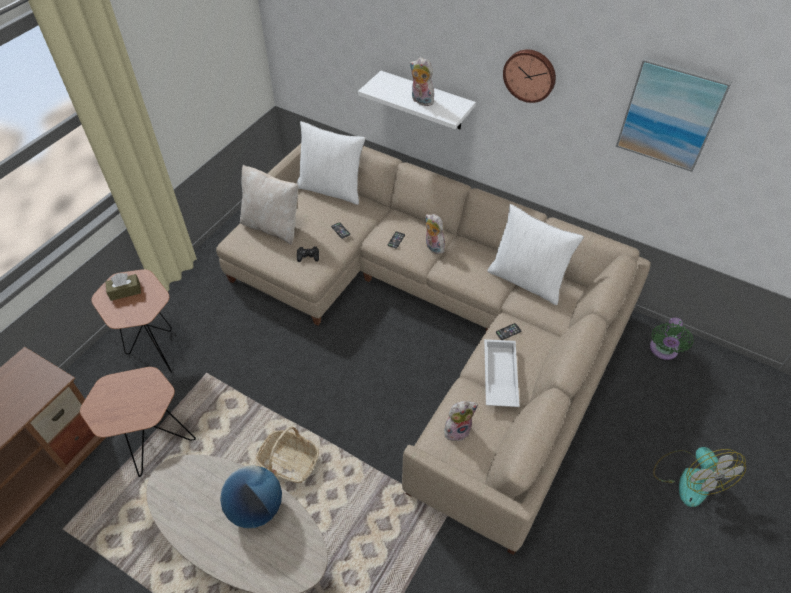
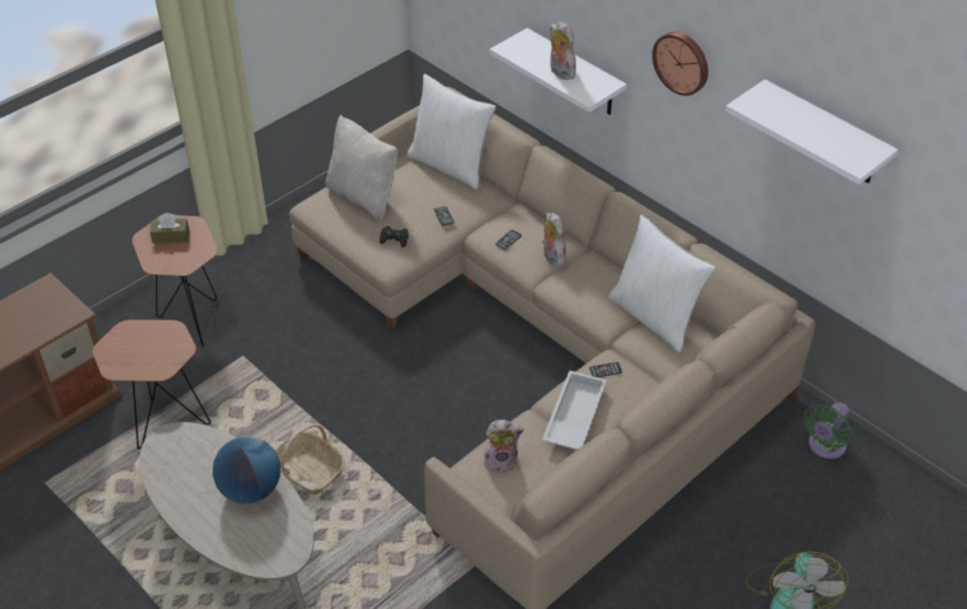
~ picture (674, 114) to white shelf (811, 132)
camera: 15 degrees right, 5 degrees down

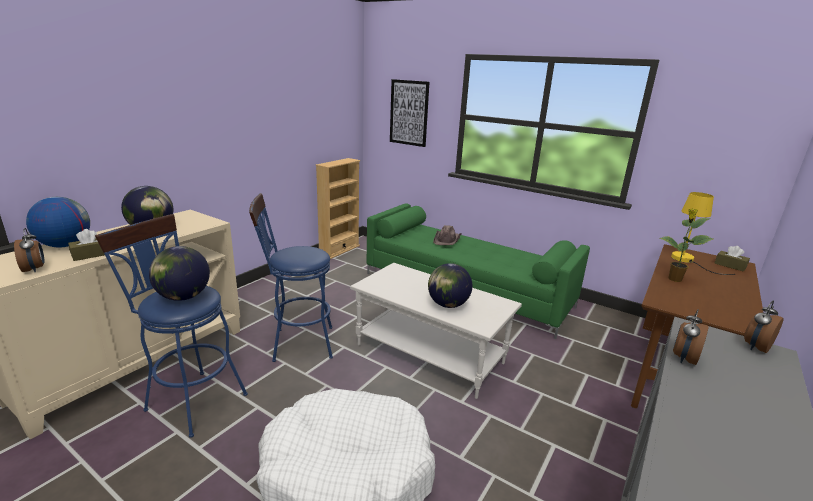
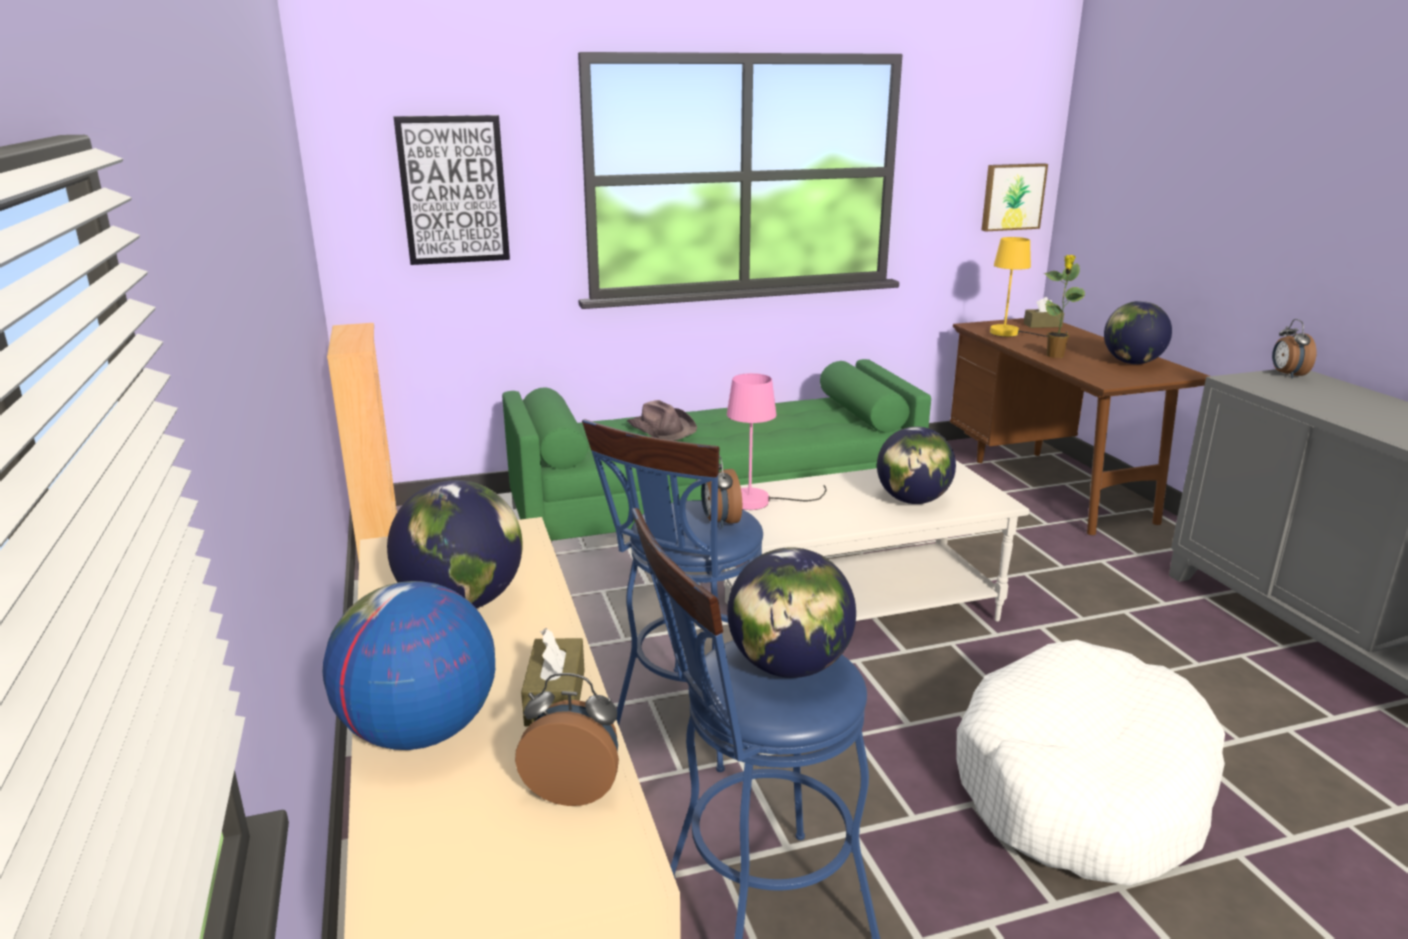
~ alarm clock (691, 337) to (721, 492)
+ pink table lamp (777, 441)
+ picture (1015, 197)
+ globe (1138, 332)
camera: 50 degrees left, 0 degrees up

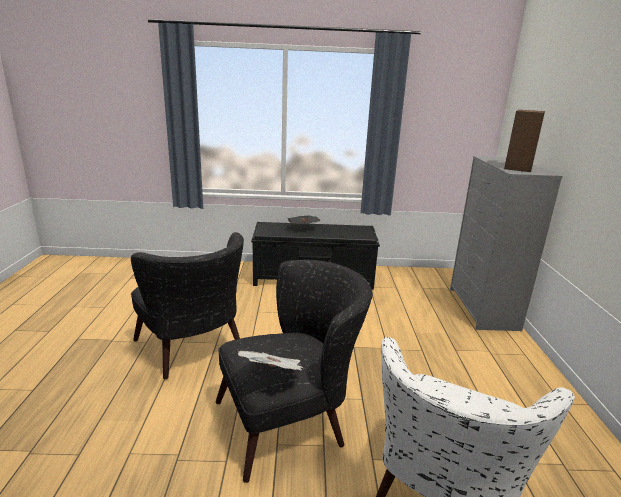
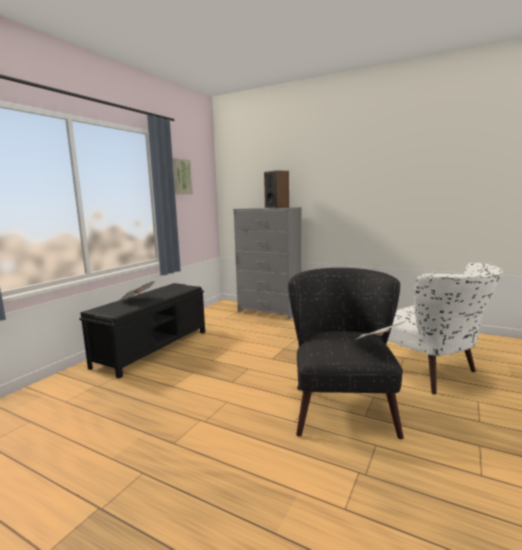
+ picture (183, 176)
- black armchair (187, 305)
camera: 60 degrees left, 10 degrees down

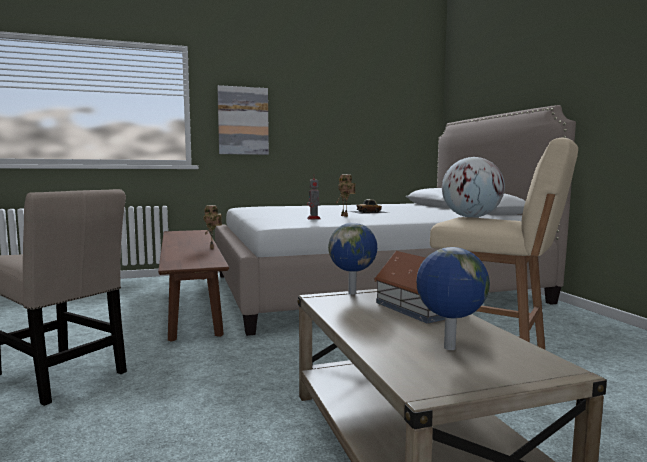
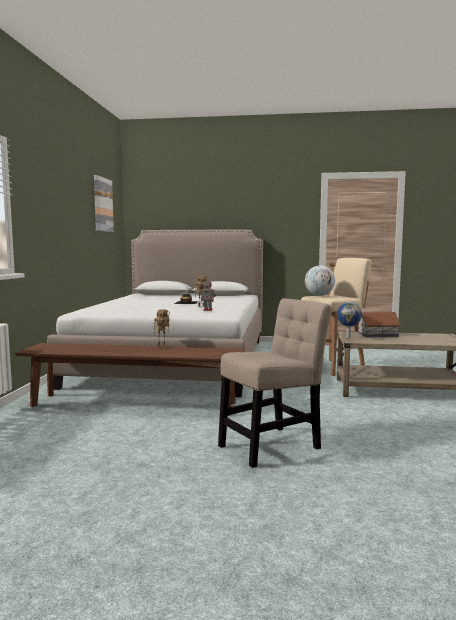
~ picture (243, 120) to (104, 203)
- globe (453, 298)
camera: 65 degrees left, 0 degrees up

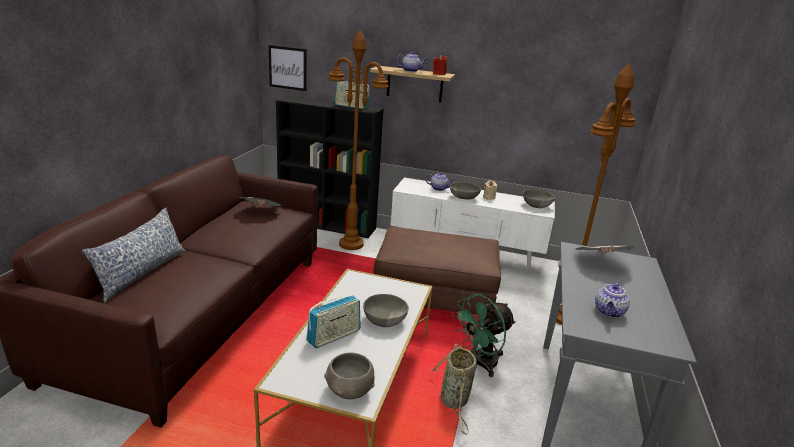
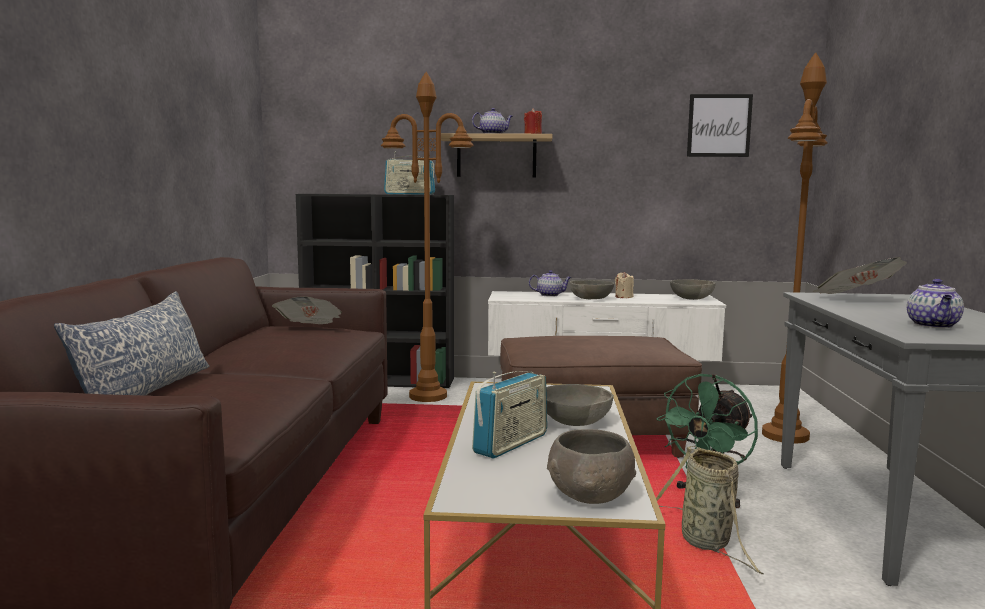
~ picture (288, 68) to (720, 125)
camera: 10 degrees left, 15 degrees down

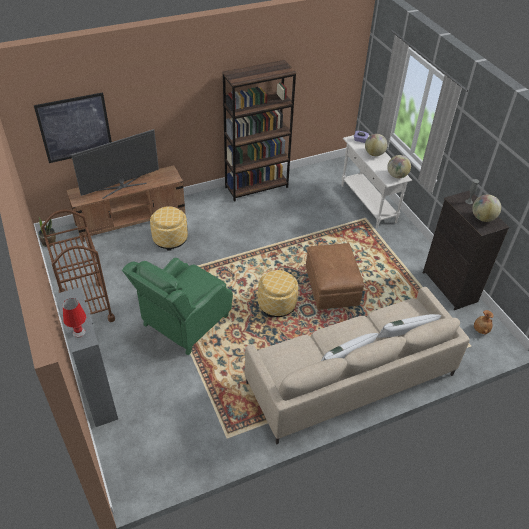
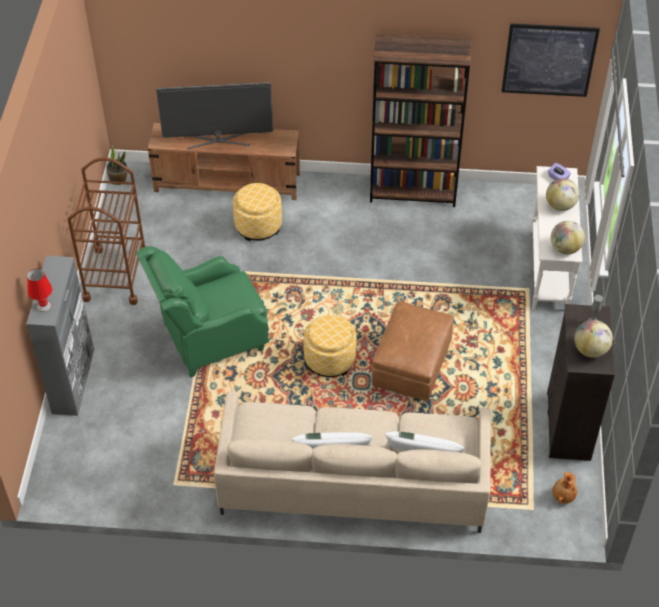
~ picture (73, 127) to (550, 60)
camera: 30 degrees right, 5 degrees up

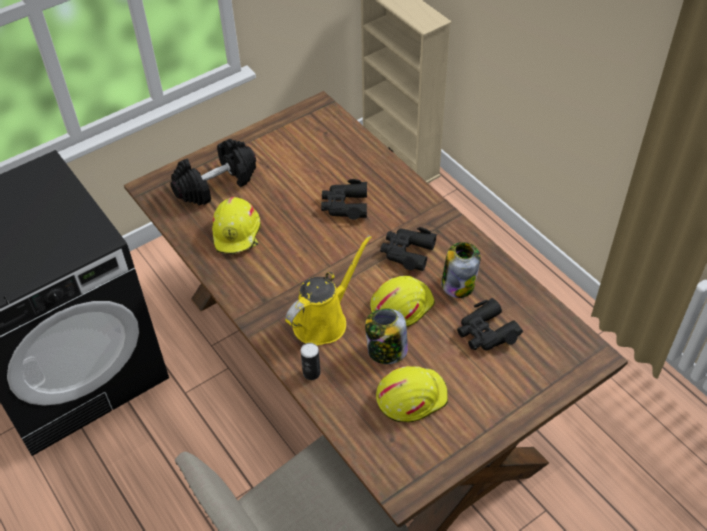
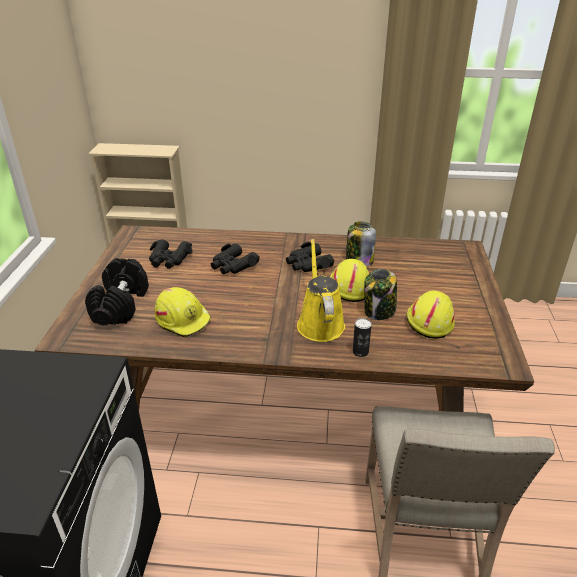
~ black binoculars (490, 324) to (171, 254)
camera: 50 degrees left, 15 degrees down

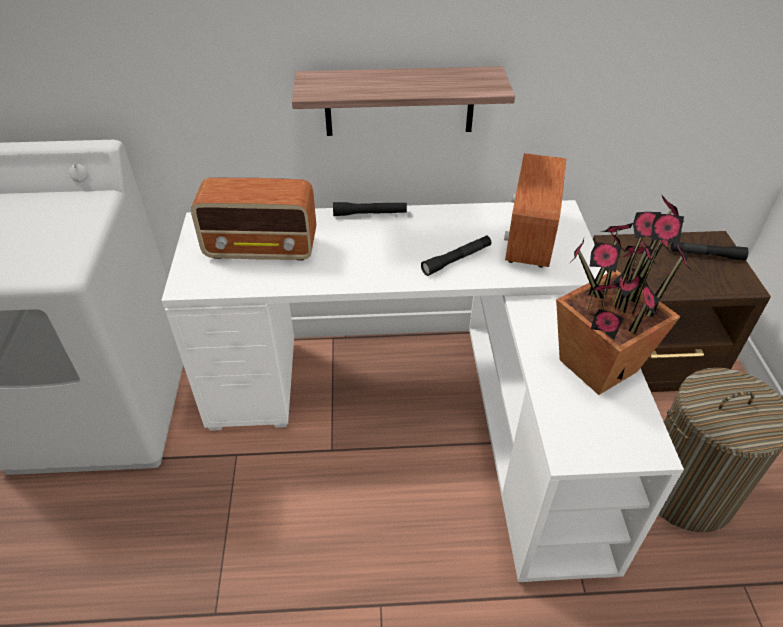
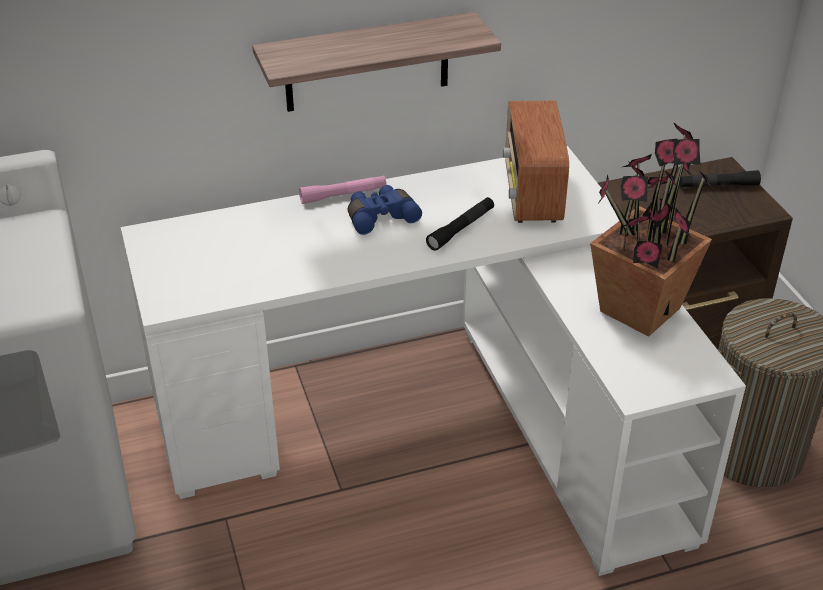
~ black flashlight (370, 209) to pink flashlight (343, 190)
+ blue binoculars (385, 210)
- radio (253, 219)
camera: 15 degrees left, 5 degrees down

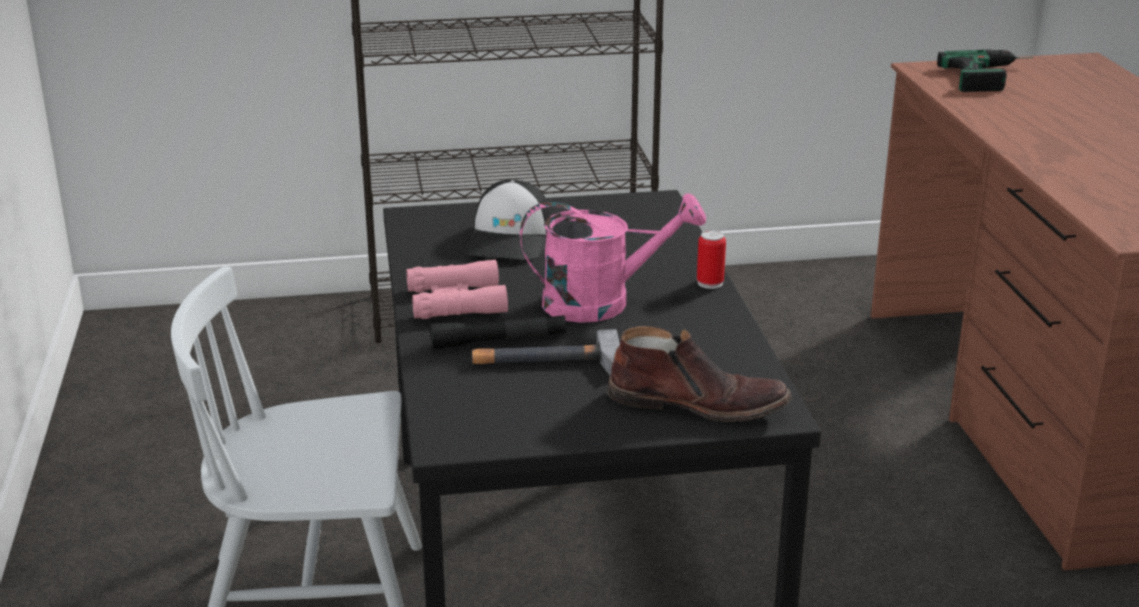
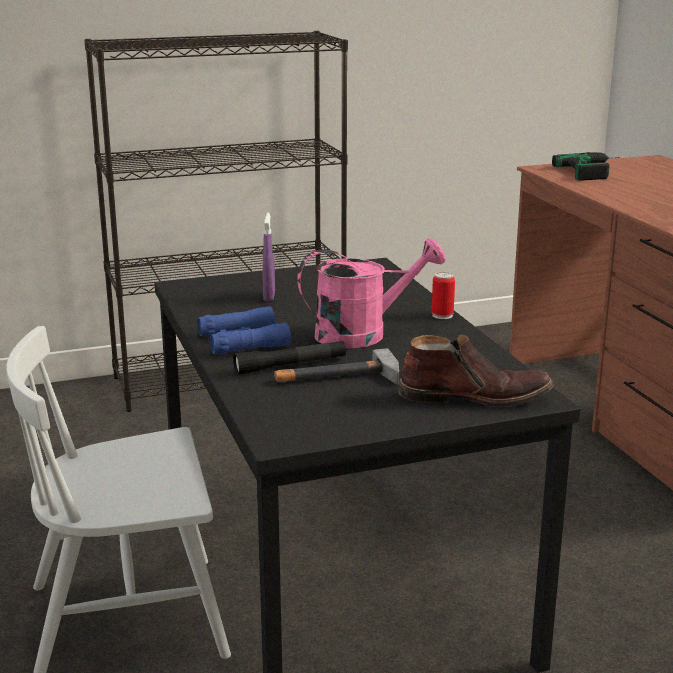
~ pink binoculars (457, 289) to blue binoculars (244, 330)
~ cap (508, 219) to purple spray bottle (269, 257)
camera: 10 degrees left, 5 degrees down

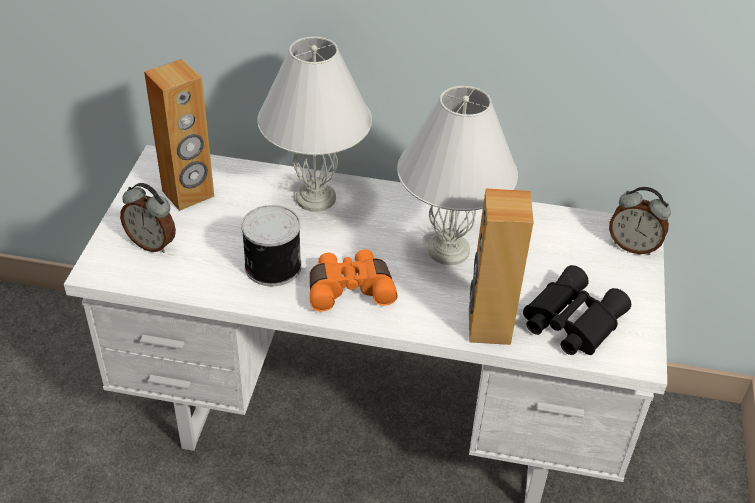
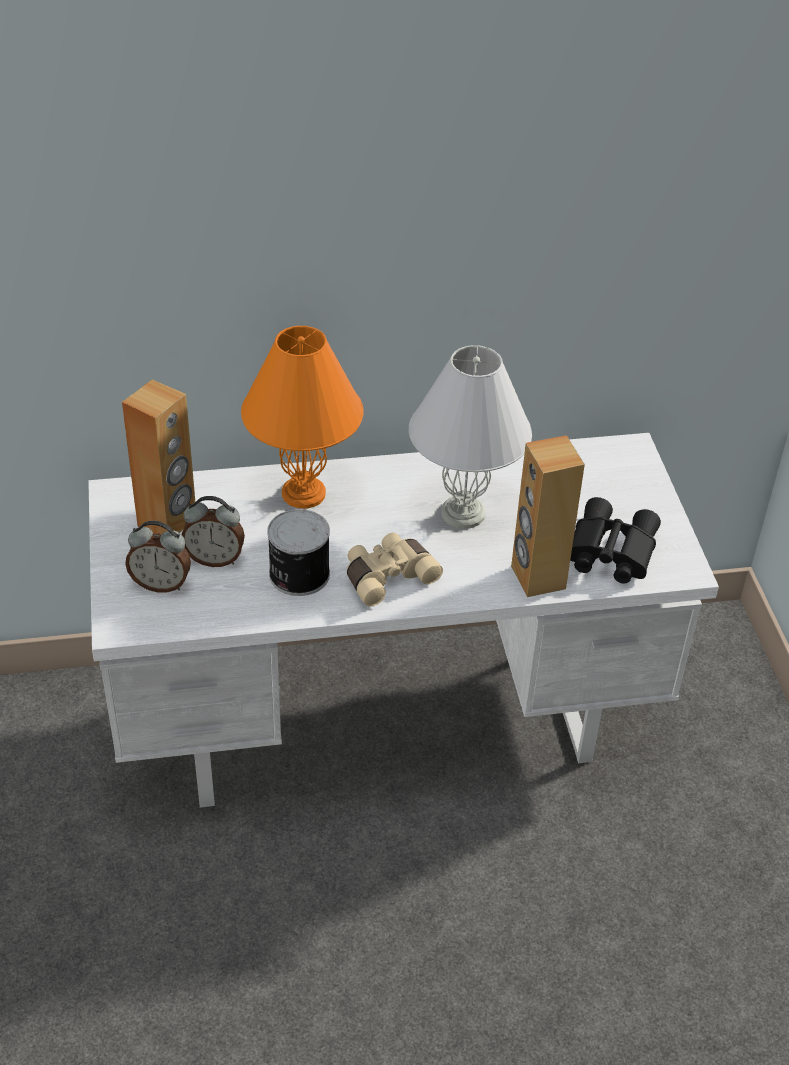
~ alarm clock (640, 221) to (213, 531)
~ white table lamp (314, 124) to orange table lamp (302, 417)
~ orange binoculars (353, 280) to beige binoculars (395, 569)
camera: 20 degrees left, 0 degrees up

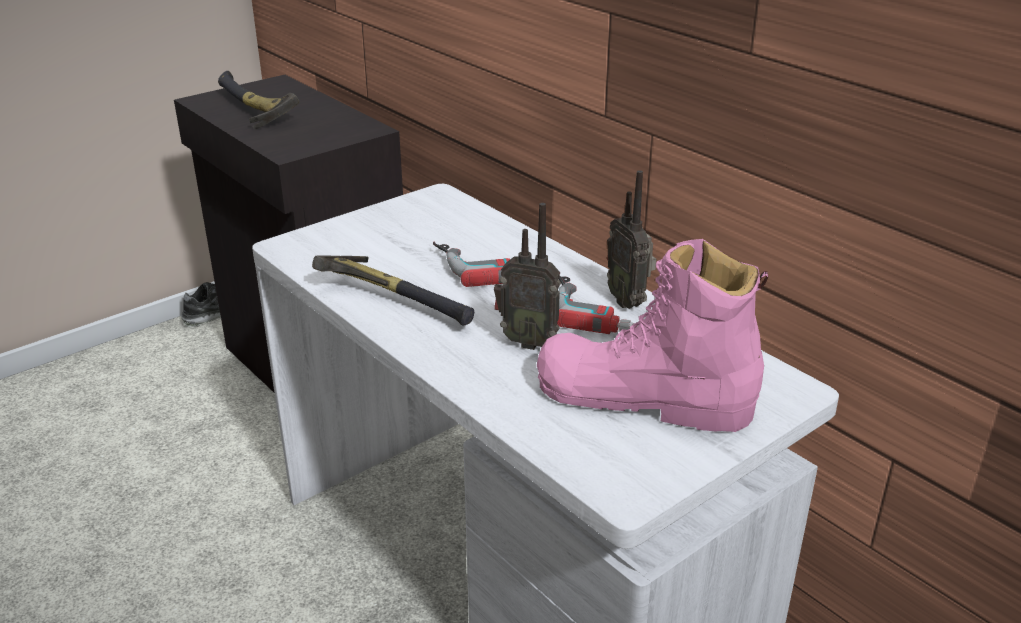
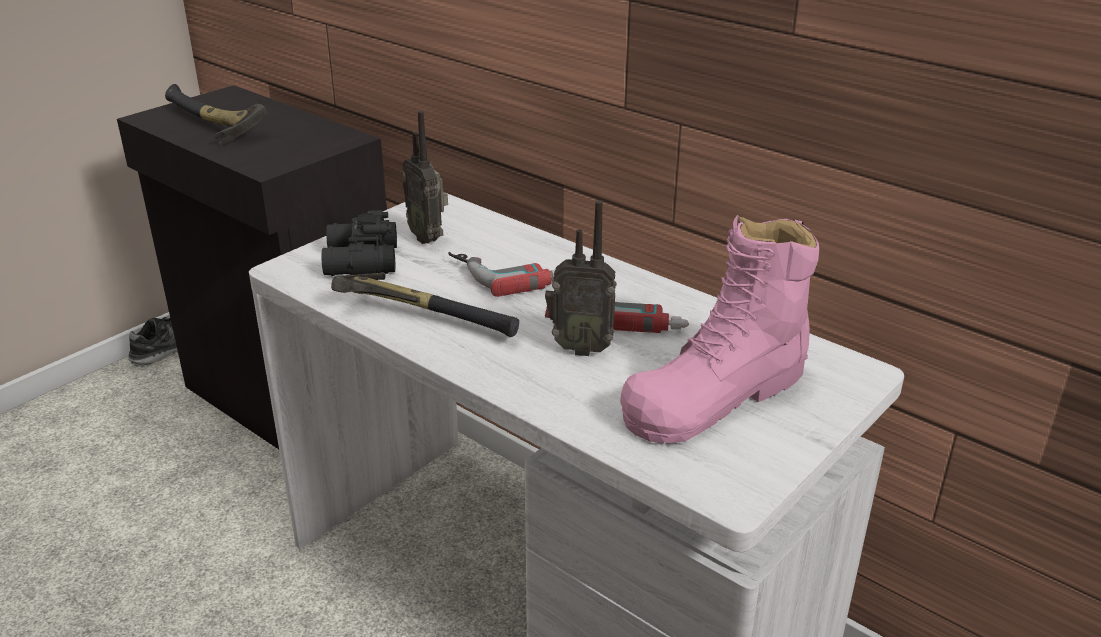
+ black binoculars (359, 243)
~ radio (631, 239) to (425, 177)
~ pink boot (652, 335) = (719, 329) 45 degrees counterclockwise
camera: 10 degrees left, 0 degrees up

